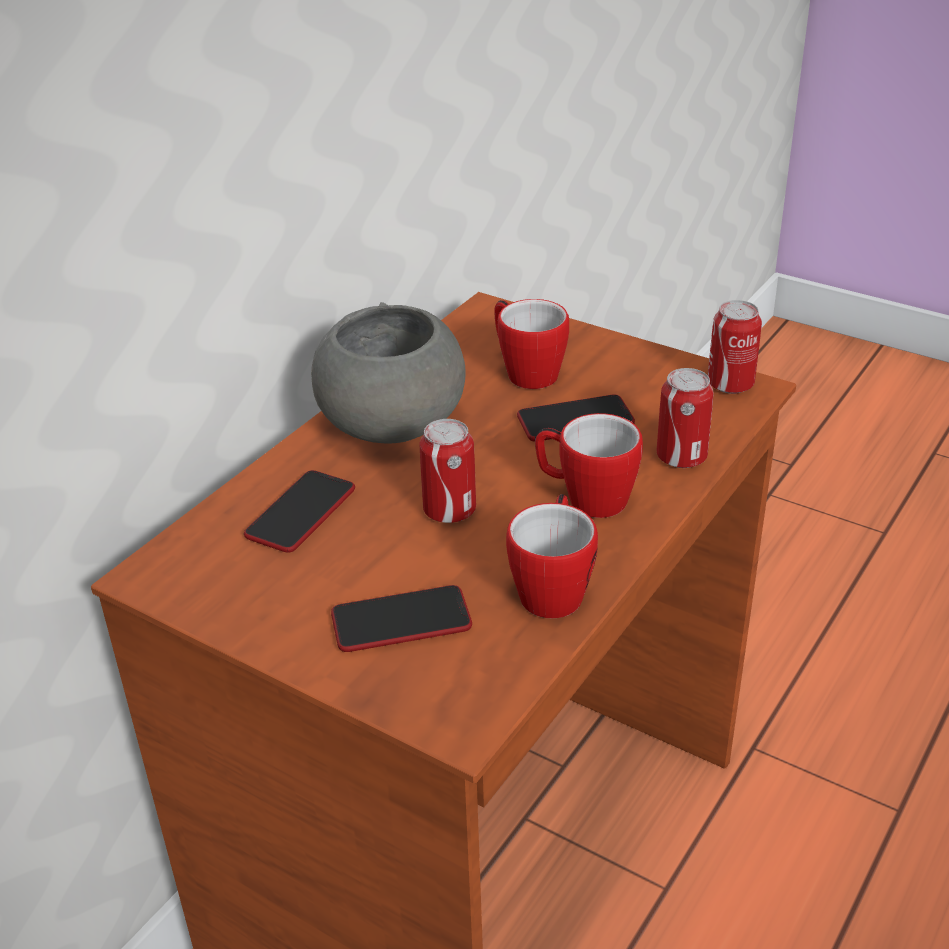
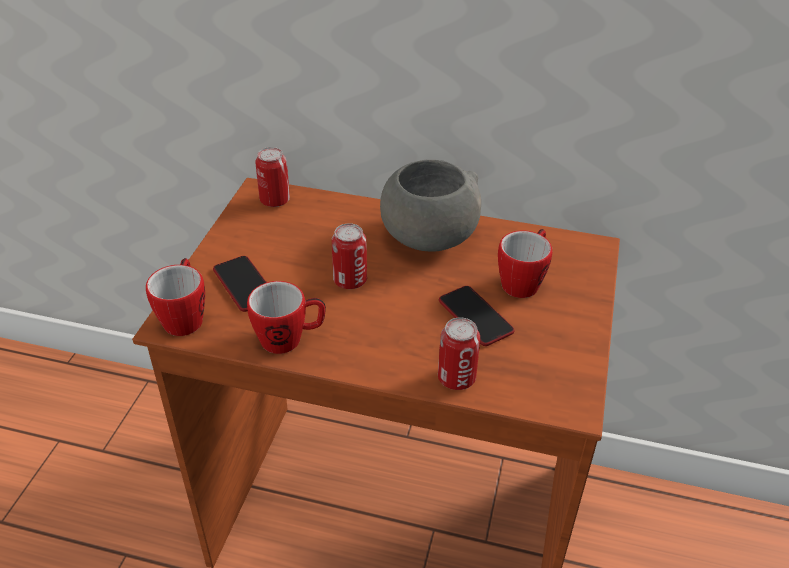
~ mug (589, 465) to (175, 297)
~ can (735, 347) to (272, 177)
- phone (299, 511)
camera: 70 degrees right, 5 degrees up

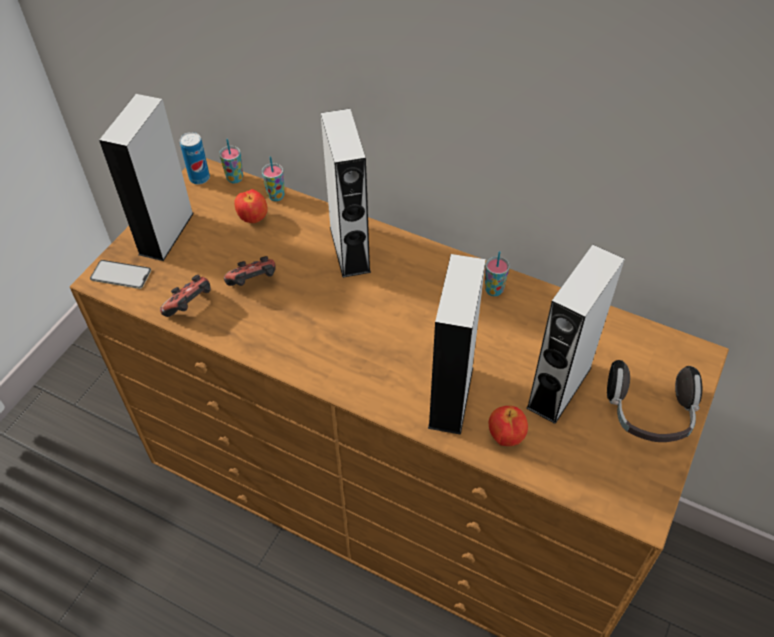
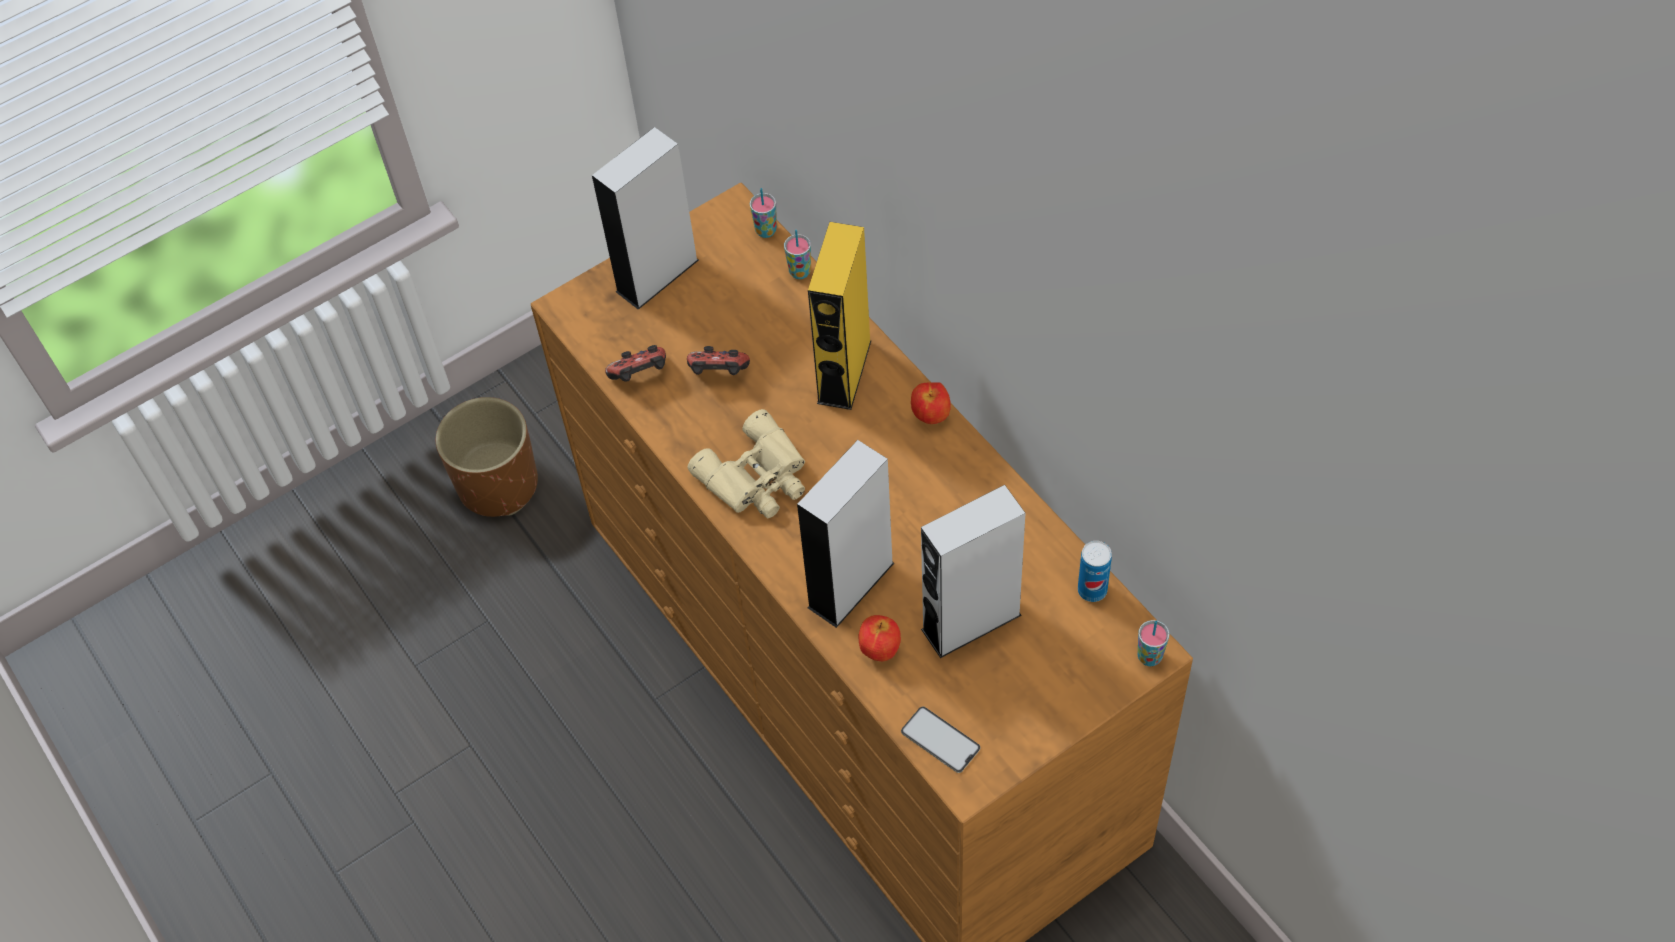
+ brown planter (487, 457)
+ beige binoculars (746, 463)
~ grey speaker (346, 193) to yellow speaker (840, 316)
~ phone (120, 274) to (940, 739)
~ apple (251, 206) to (931, 403)
~ can (195, 158) to (1095, 571)
~ cup (497, 273) to (1153, 643)
- headphones (654, 401)
camera: 30 degrees right, 5 degrees up

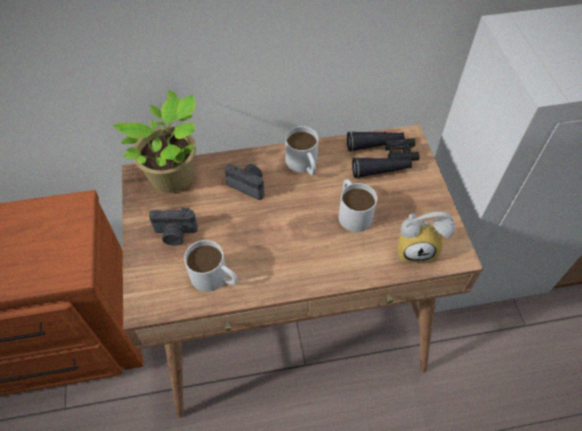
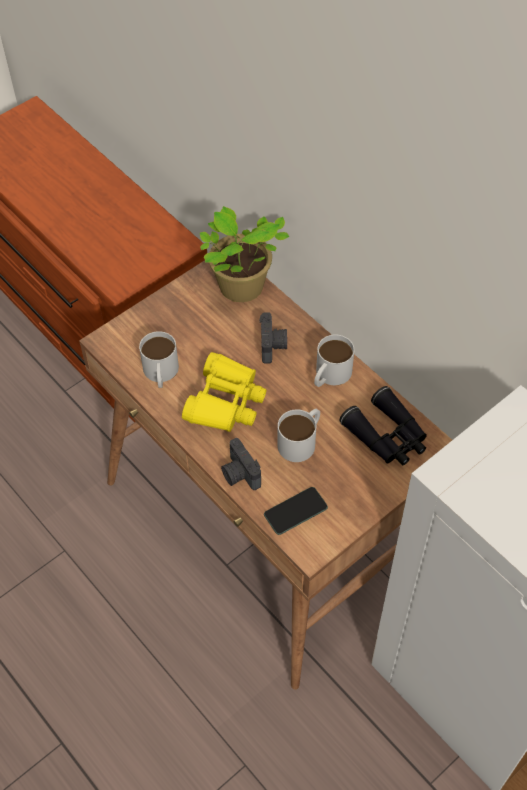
+ yellow binoculars (224, 392)
~ photo camera (173, 226) to (241, 464)
~ alarm clock (426, 237) to phone (296, 511)
camera: 60 degrees right, 0 degrees up

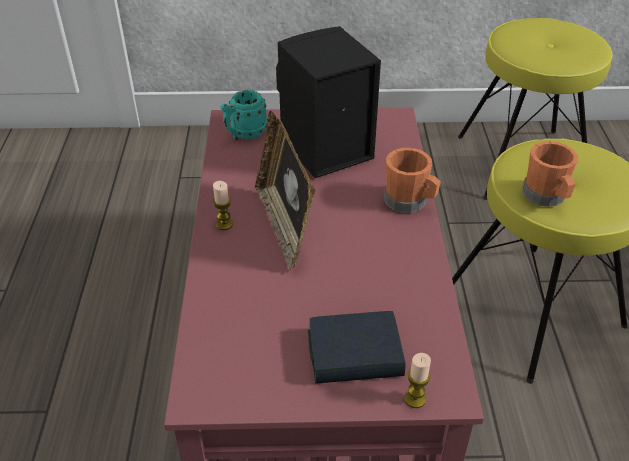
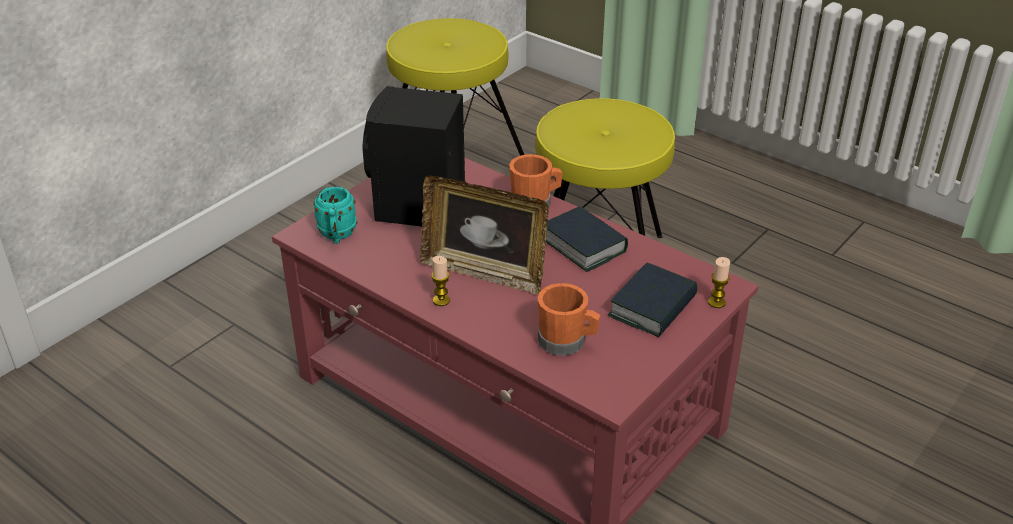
~ orange mug (550, 174) to (569, 319)
+ book (587, 239)
camera: 50 degrees left, 5 degrees down

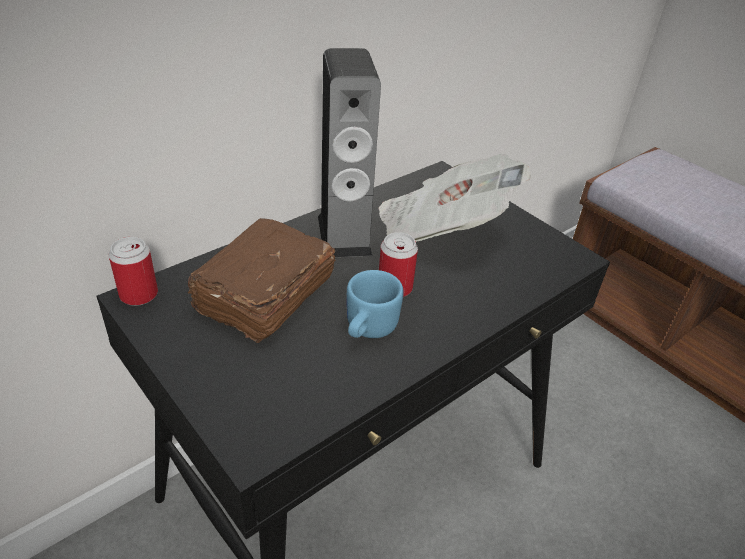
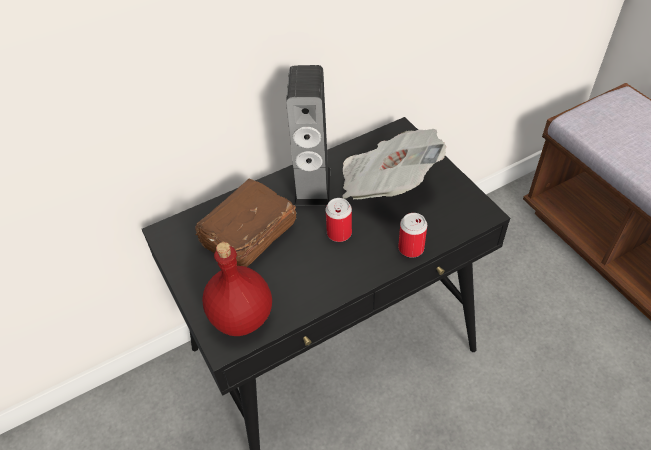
+ red bottle (237, 289)
~ can (133, 271) to (412, 235)
- blue mug (375, 304)
camera: 15 degrees right, 10 degrees up

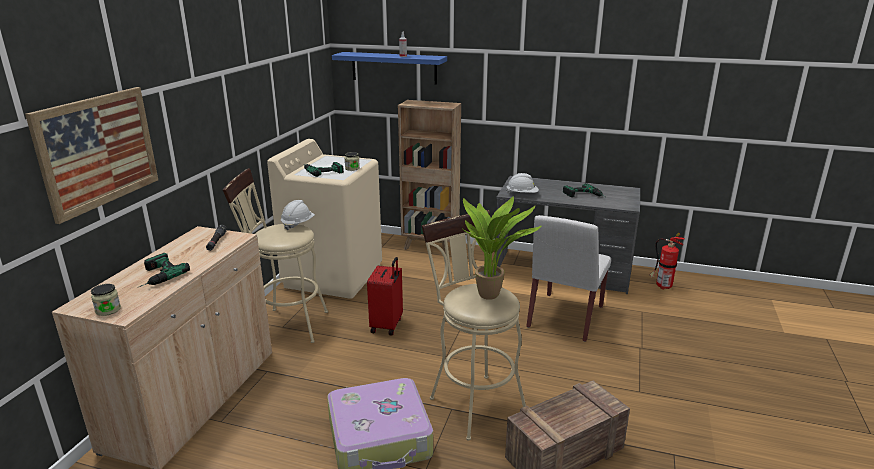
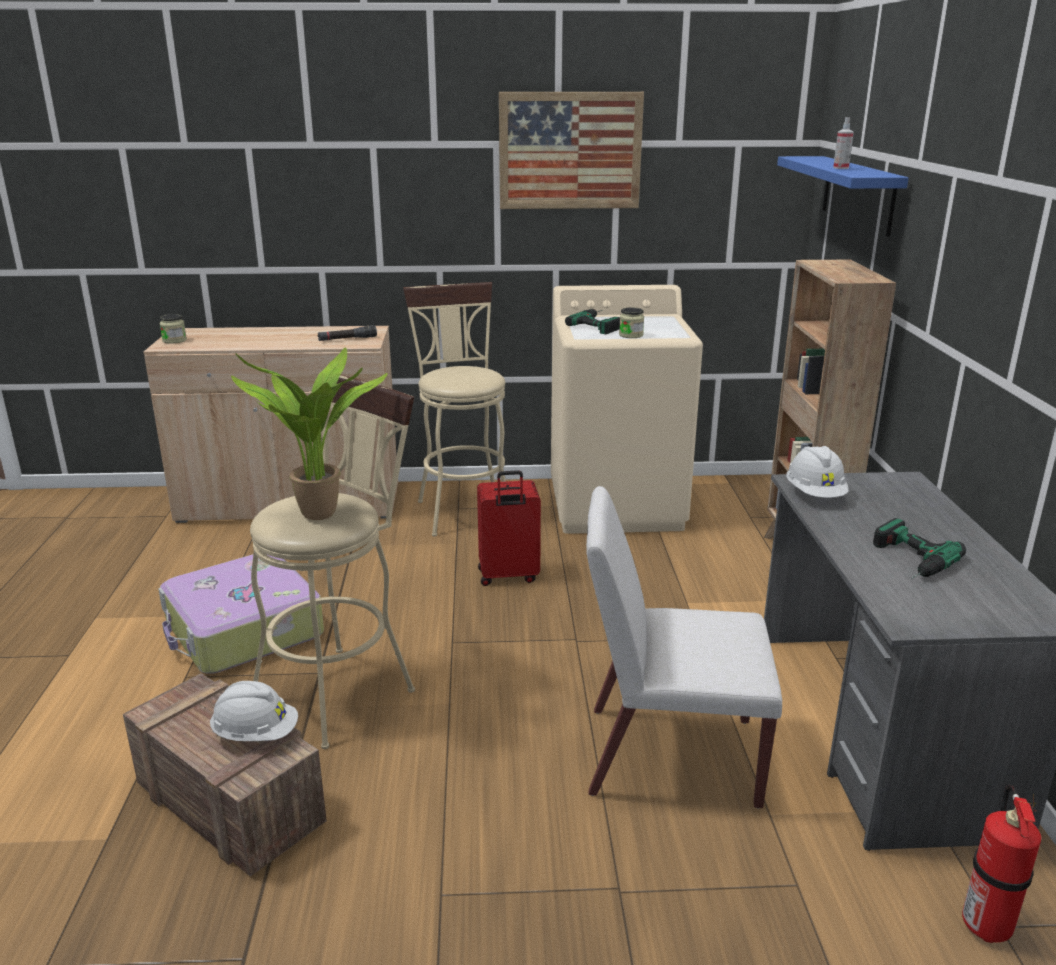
~ white hard hat (298, 215) to (254, 711)
~ picture (91, 155) to (571, 150)
- power drill (164, 270)
camera: 70 degrees right, 0 degrees up

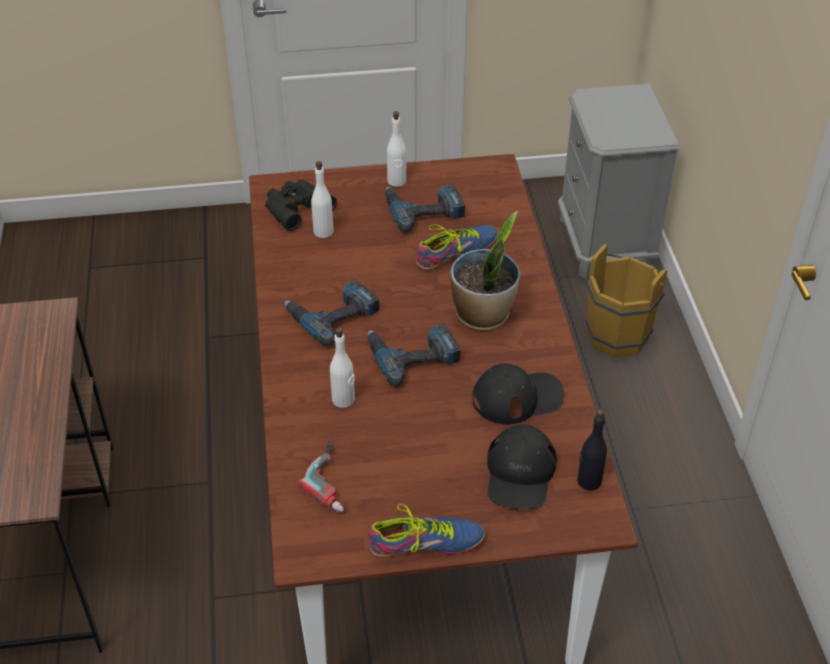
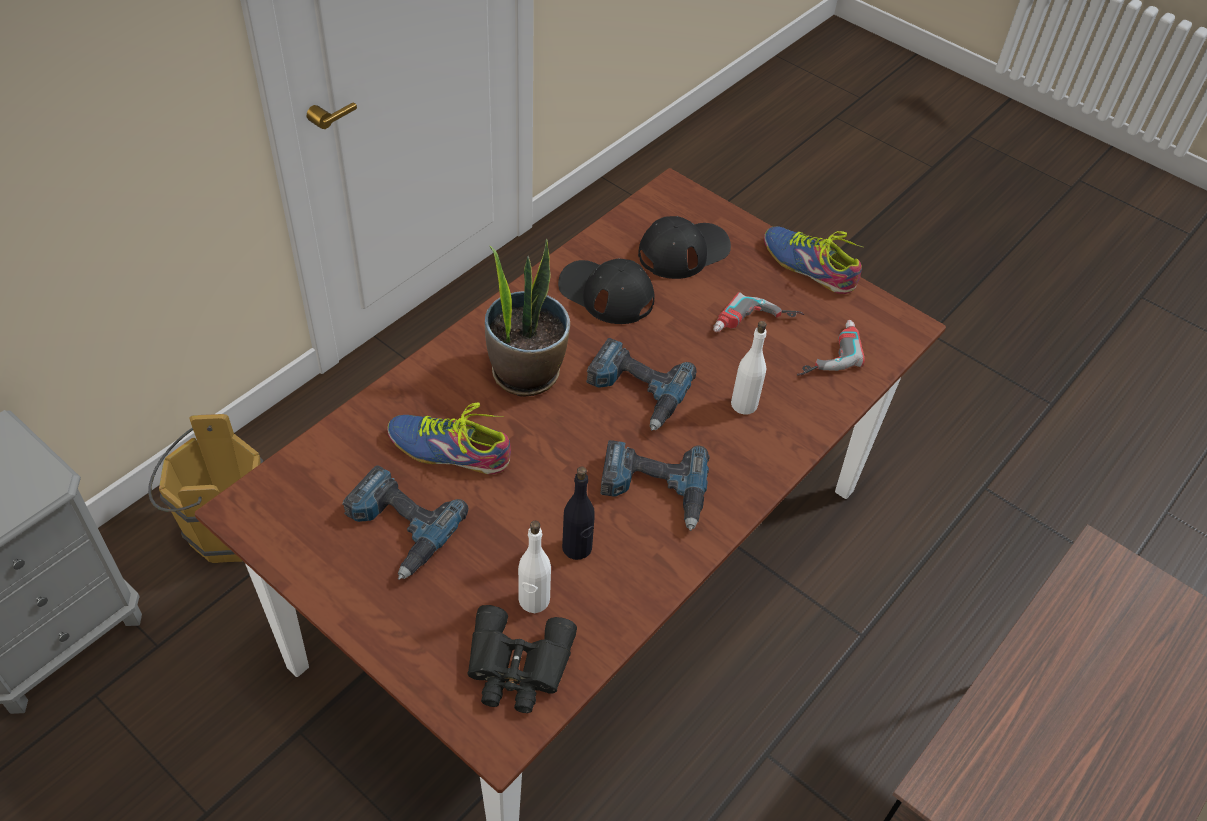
~ black bottle (592, 450) to (578, 513)
+ power drill (758, 312)
- white bottle (396, 149)
camera: 135 degrees left, 5 degrees up

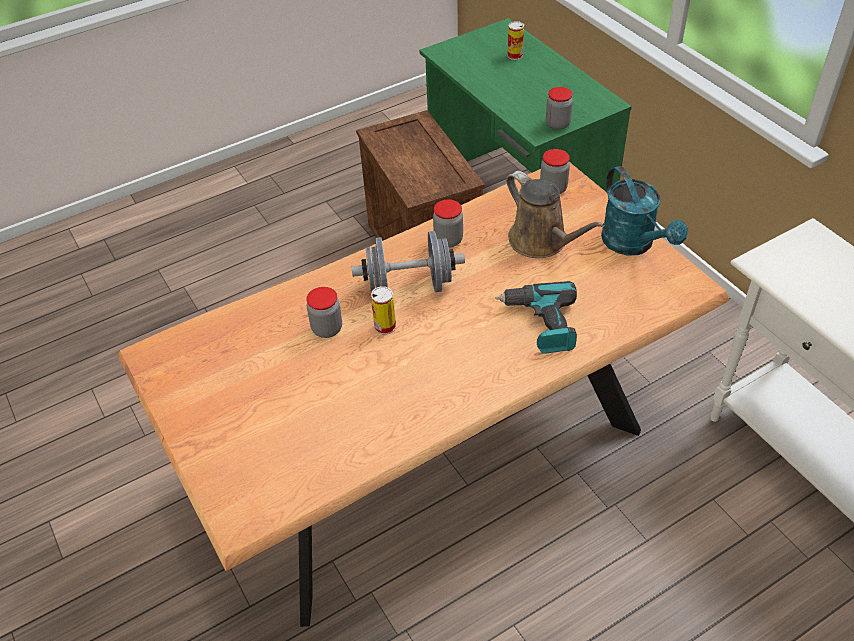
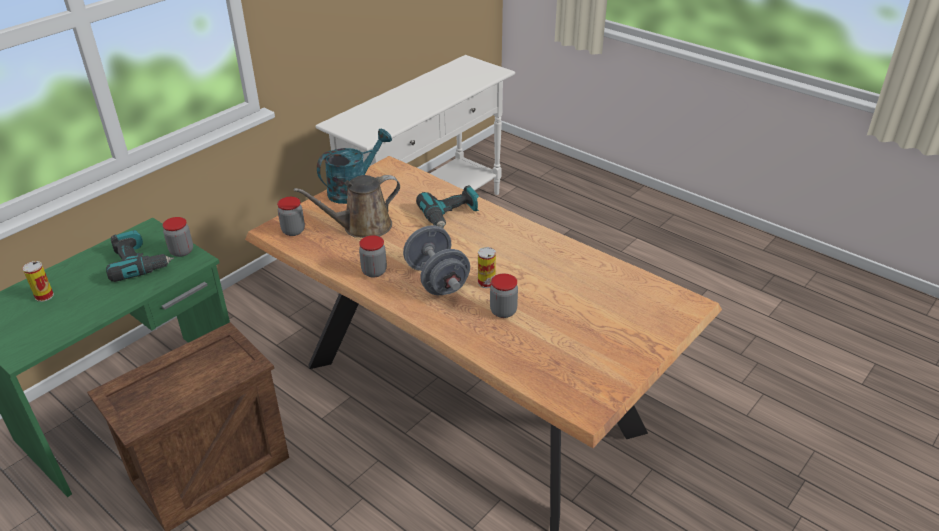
+ power drill (140, 256)
~ brown watering can (555, 214) = (347, 206) 150 degrees counterclockwise
camera: 110 degrees left, 10 degrees down

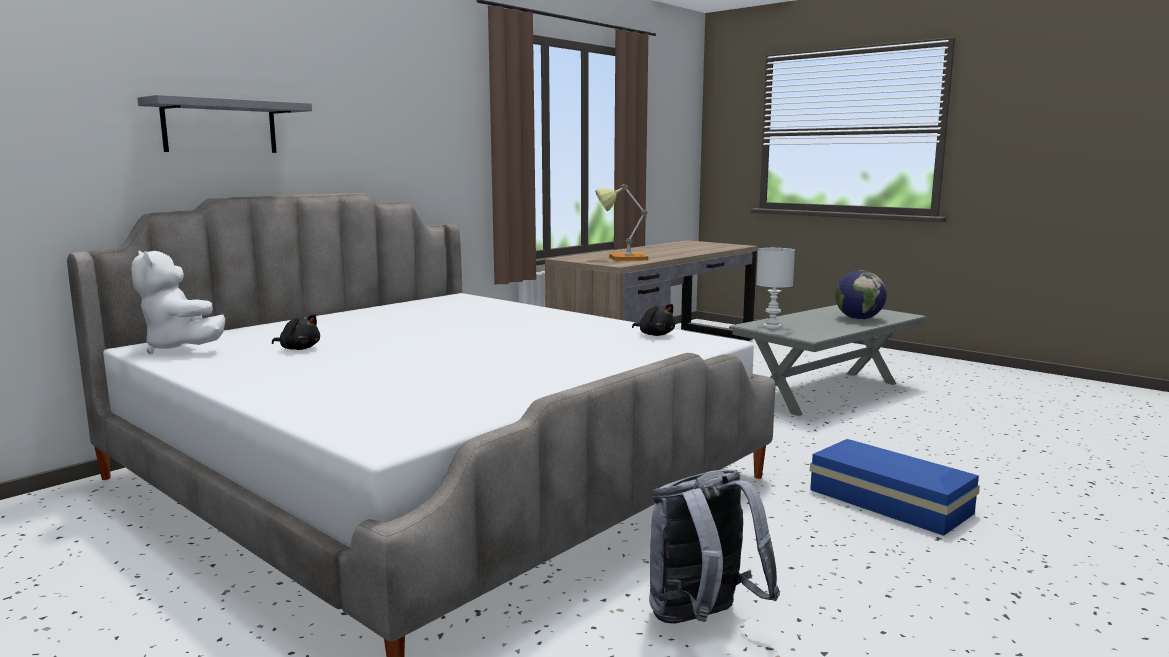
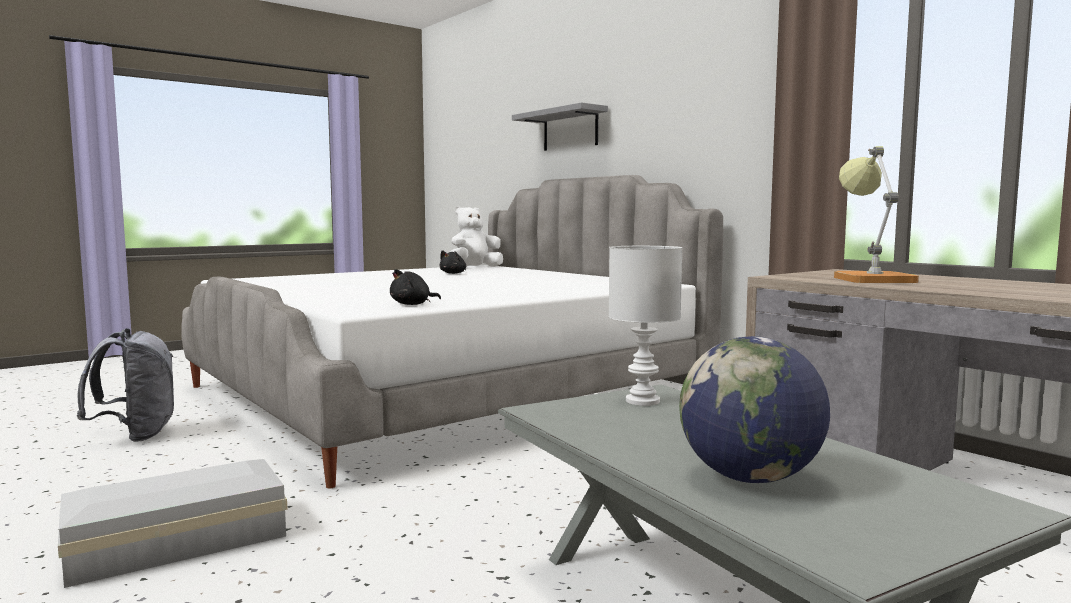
~ blue storage box (895, 487) to white storage box (173, 523)
camera: 100 degrees right, 5 degrees down

